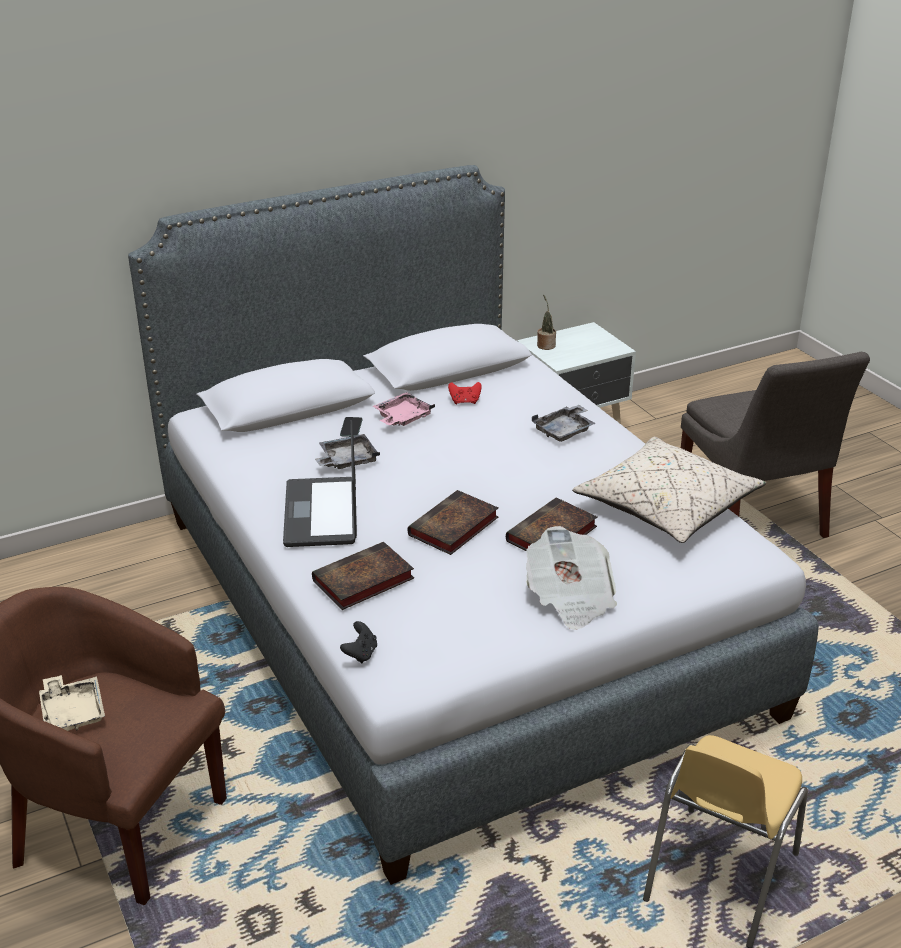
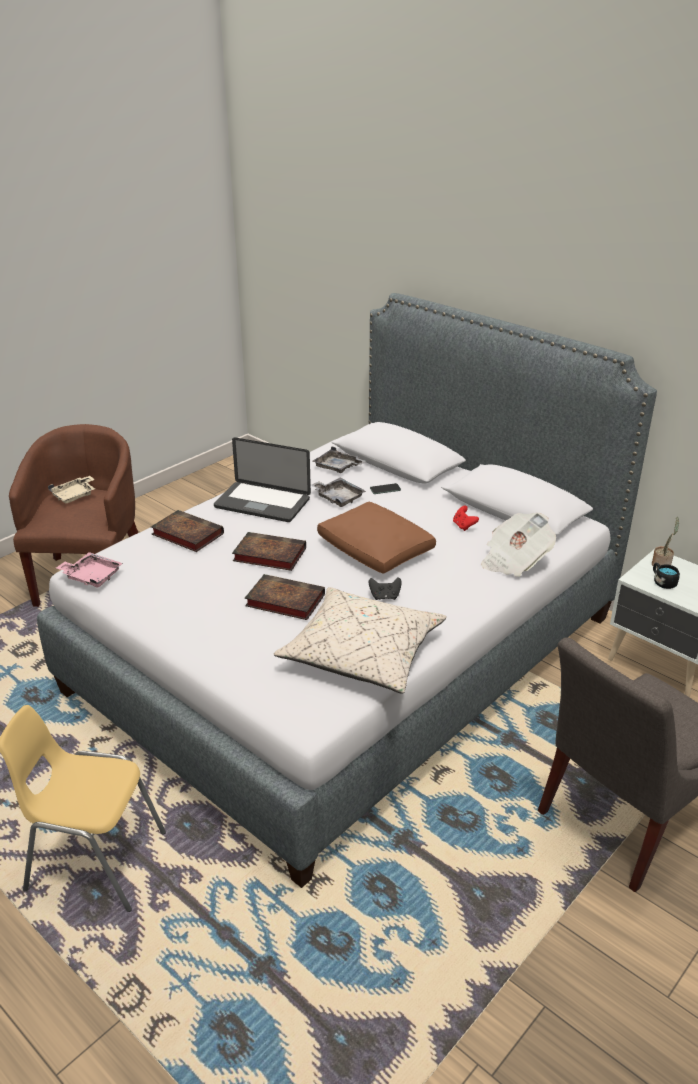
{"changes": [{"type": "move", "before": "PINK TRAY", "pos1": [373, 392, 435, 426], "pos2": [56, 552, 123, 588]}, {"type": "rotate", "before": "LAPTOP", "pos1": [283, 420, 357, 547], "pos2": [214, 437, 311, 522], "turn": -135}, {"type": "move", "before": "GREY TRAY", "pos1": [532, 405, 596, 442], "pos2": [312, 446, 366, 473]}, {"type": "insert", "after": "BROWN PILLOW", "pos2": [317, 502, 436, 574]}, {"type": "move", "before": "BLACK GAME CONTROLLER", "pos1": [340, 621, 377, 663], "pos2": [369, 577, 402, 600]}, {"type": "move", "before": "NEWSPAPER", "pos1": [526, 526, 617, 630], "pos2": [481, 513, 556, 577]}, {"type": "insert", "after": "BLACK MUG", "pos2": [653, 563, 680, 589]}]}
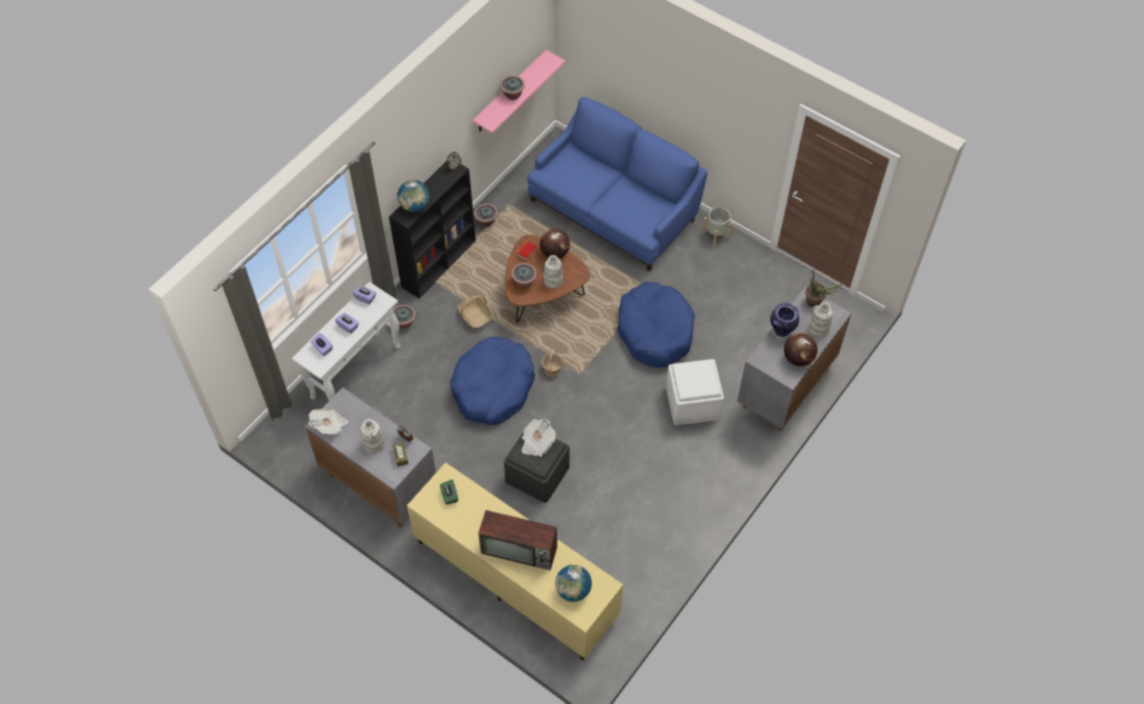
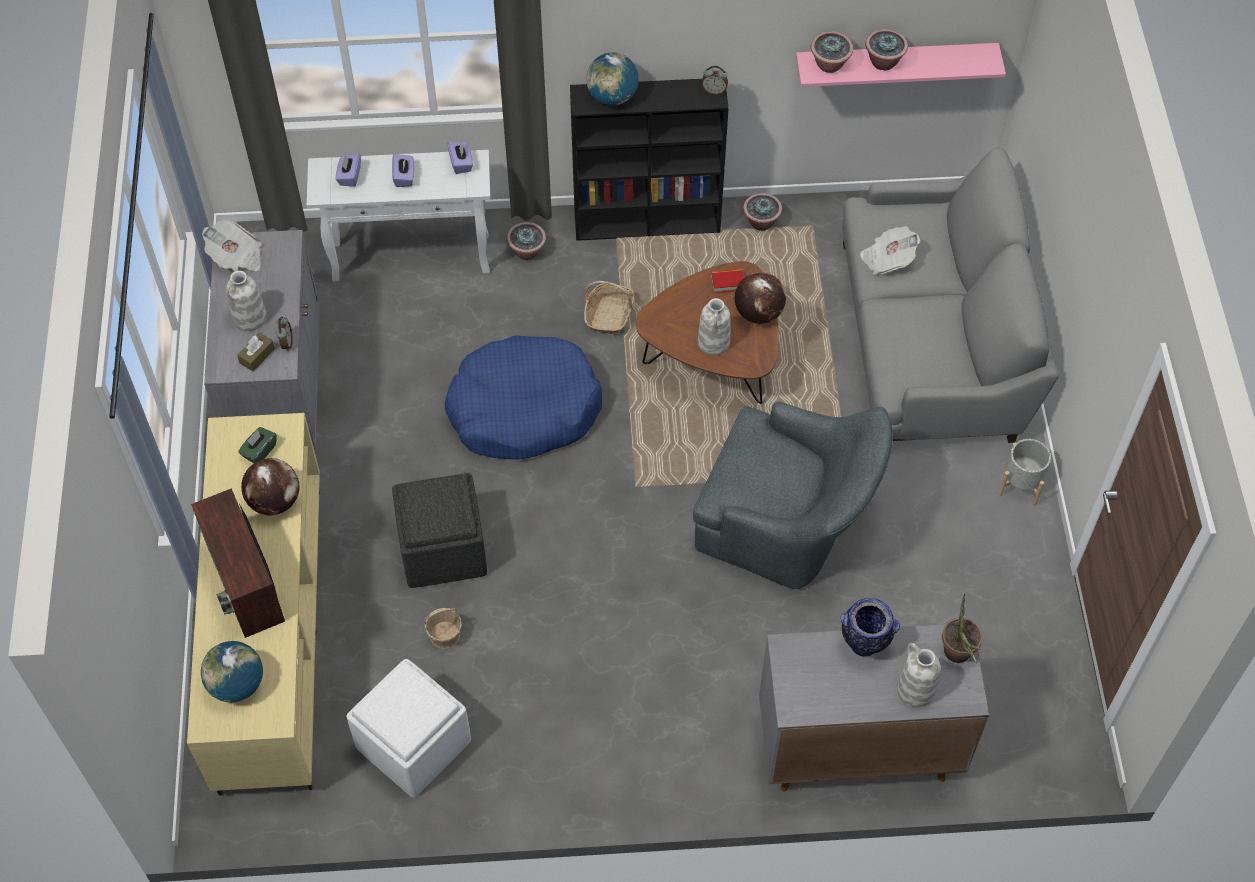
{"changes": [{"type": "move", "before": "GLOBE", "pos1": [784, 333, 818, 366], "pos2": [241, 458, 300, 516]}, {"type": "move", "before": "WHITE OTTOMAN", "pos1": [666, 359, 724, 425], "pos2": [346, 659, 471, 798]}, {"type": "move", "before": "BASKET", "pos1": [542, 349, 563, 377], "pos2": [424, 608, 462, 649]}, {"type": "replace", "before": "BLUE DOG BED", "after": "GREY ARMCHAIR", "pos1": [617, 282, 695, 368], "pos2": [693, 402, 893, 589]}, {"type": "move", "before": "POTTED PLANT", "pos1": [511, 263, 537, 287], "pos2": [811, 31, 854, 73]}, {"type": "recolor", "before": "BLUE SOFA", "after": "GREY SOFA", "pos1": [527, 97, 708, 272], "pos2": [842, 147, 1059, 443]}, {"type": "move", "before": "NEWSPAPER", "pos1": [522, 419, 556, 457], "pos2": [860, 226, 920, 275]}]}
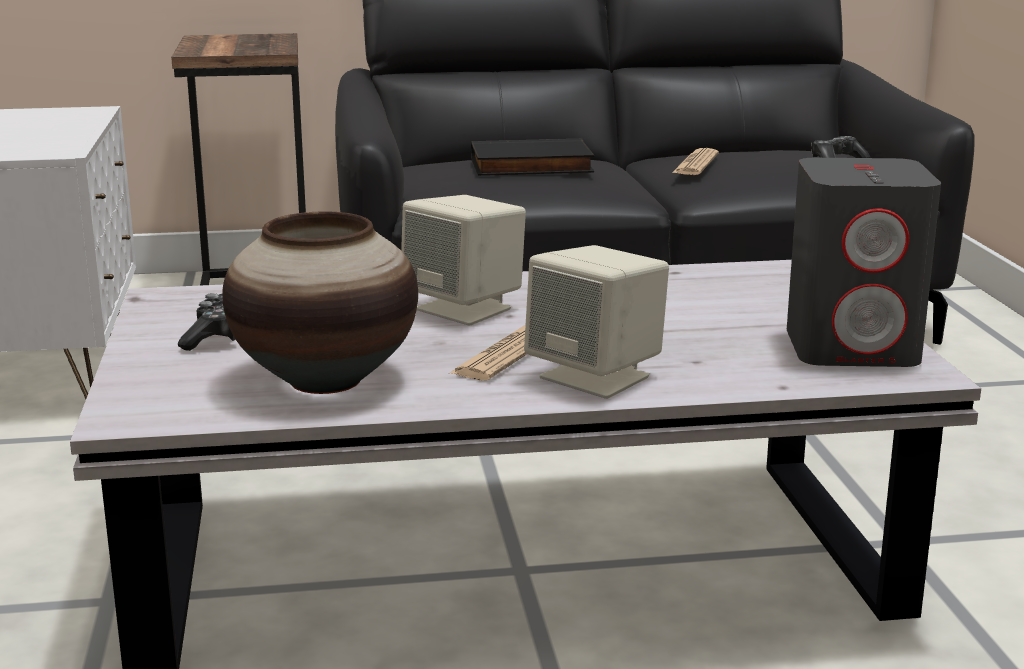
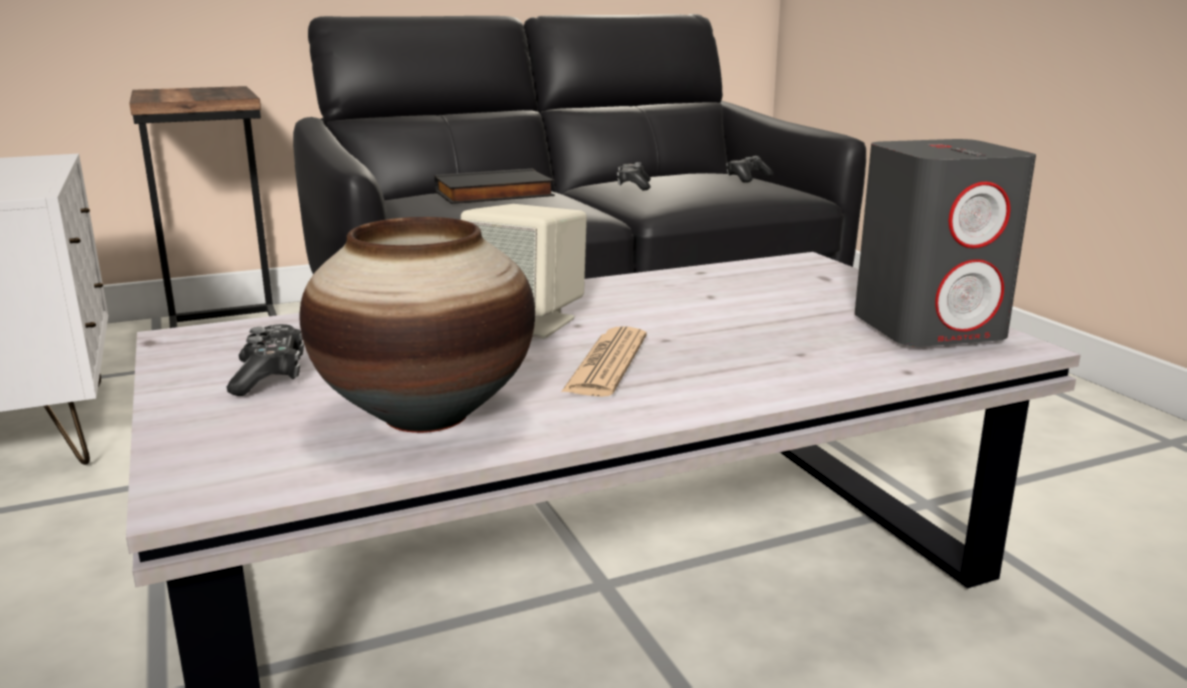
{"changes": [{"type": "replace", "before": "NEWSPAPER", "after": "GAME CONTROLLER", "pos1": [672, 148, 719, 175], "pos2": [617, 162, 651, 191]}, {"type": "delete", "before": "BEIGE SPEAKER", "pos1": [524, 245, 669, 399]}]}
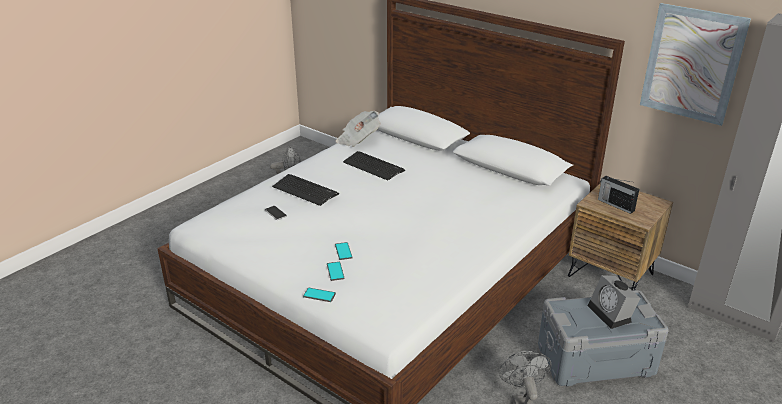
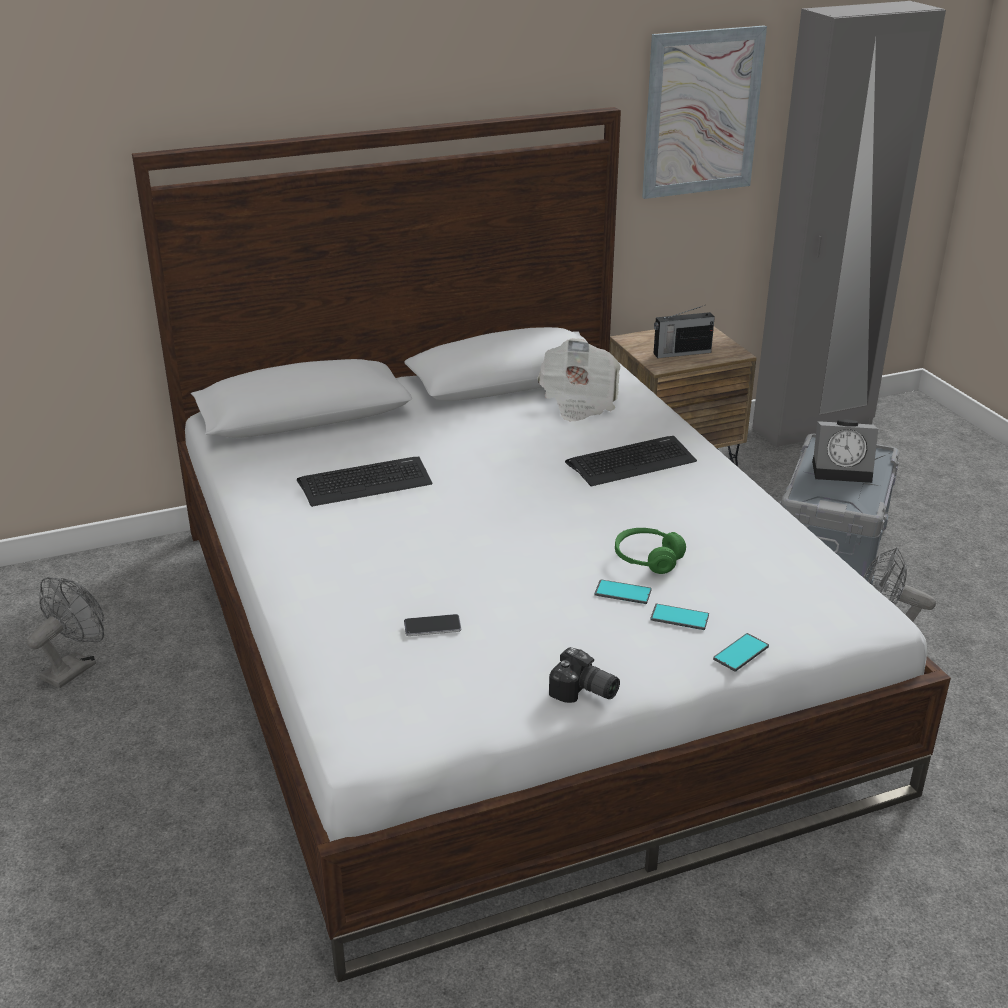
{"changes": [{"type": "move", "before": "NEWSPAPER", "pos1": [336, 111, 380, 147], "pos2": [538, 338, 620, 422]}, {"type": "insert", "after": "PHOTO CAMERA", "pos2": [549, 647, 620, 703]}, {"type": "move", "before": "KEYBOARD", "pos1": [272, 174, 339, 206], "pos2": [565, 436, 697, 487]}, {"type": "insert", "after": "GREEN HEADPHONES", "pos2": [615, 528, 686, 574]}]}
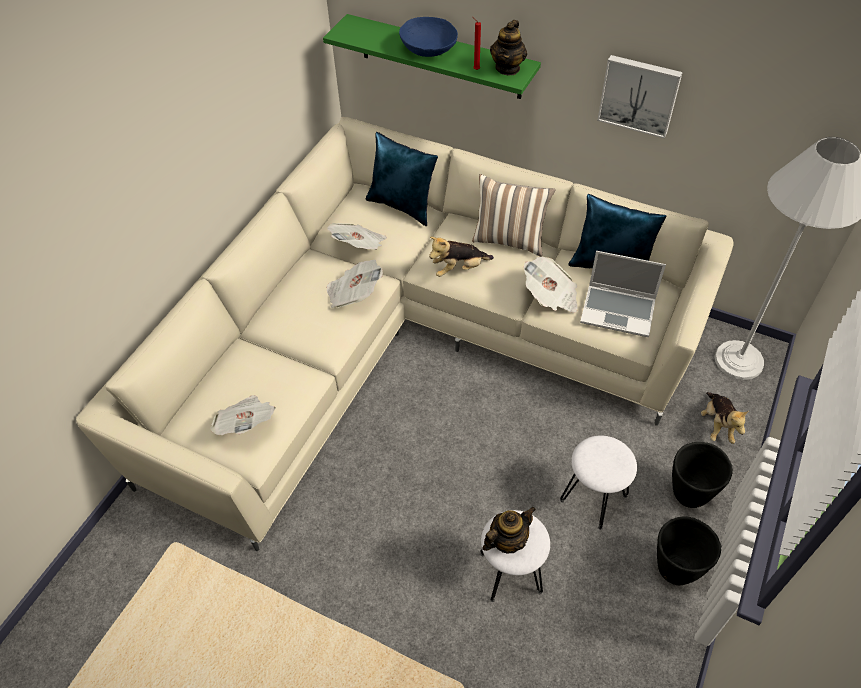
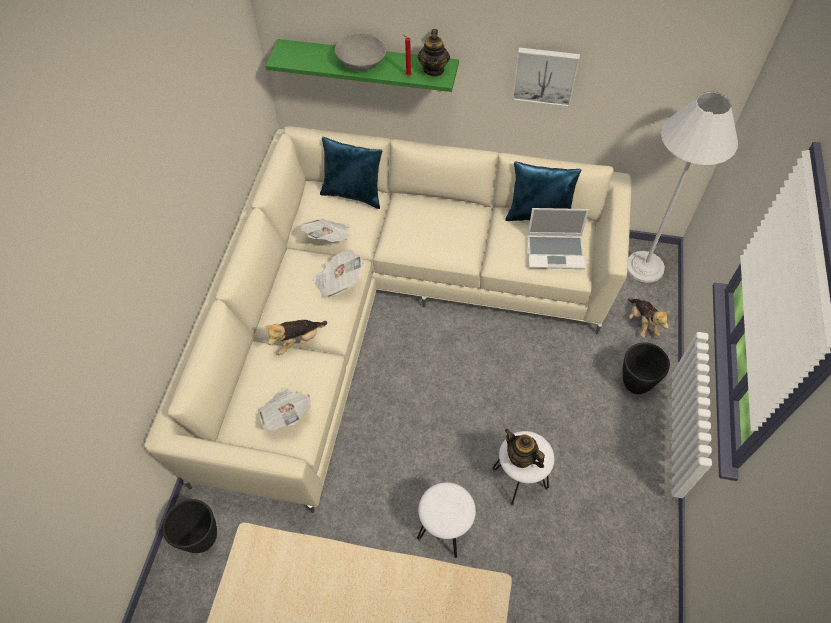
{"changes": [{"type": "move", "before": "BLACK PLANTER", "pos1": [657, 516, 721, 585], "pos2": [162, 499, 217, 553]}, {"type": "move", "before": "PLUSH TOY", "pos1": [429, 237, 494, 277], "pos2": [265, 320, 327, 355]}, {"type": "recolor", "before": "BLUE BOWL", "after": "GREY BOWL", "pos1": [399, 17, 458, 57], "pos2": [335, 33, 386, 71]}, {"type": "move", "before": "WHITE STOOL", "pos1": [560, 435, 637, 530], "pos2": [417, 482, 476, 558]}, {"type": "rotate", "before": "TEAPOT", "pos1": [482, 507, 536, 553], "pos2": [505, 429, 545, 468], "turn": -90}, {"type": "delete", "before": "PILLOW", "pos1": [472, 174, 555, 257]}, {"type": "delete", "before": "NEWSPAPER", "pos1": [523, 257, 577, 313]}]}
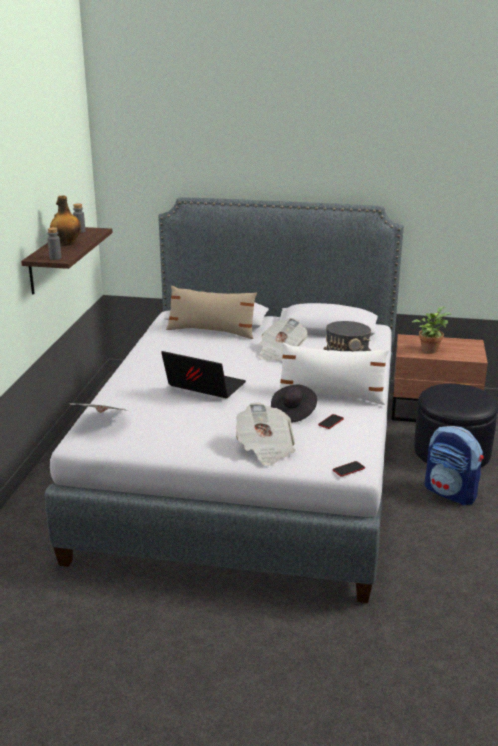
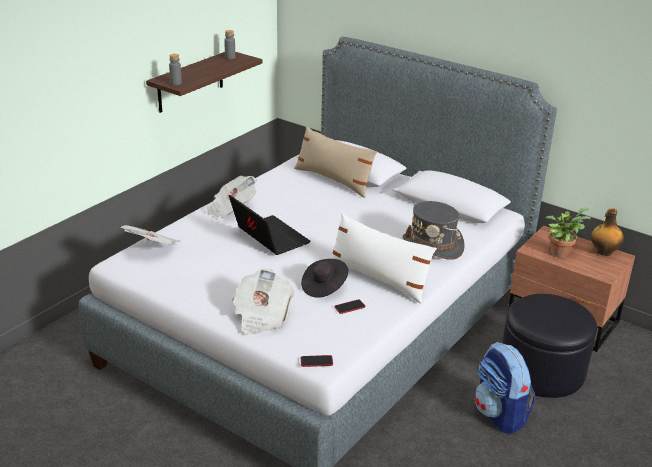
{"changes": [{"type": "move", "before": "NEWSPAPER", "pos1": [259, 318, 308, 361], "pos2": [204, 176, 257, 219]}, {"type": "move", "before": "BOTTLE", "pos1": [50, 196, 81, 246], "pos2": [591, 208, 624, 256]}]}
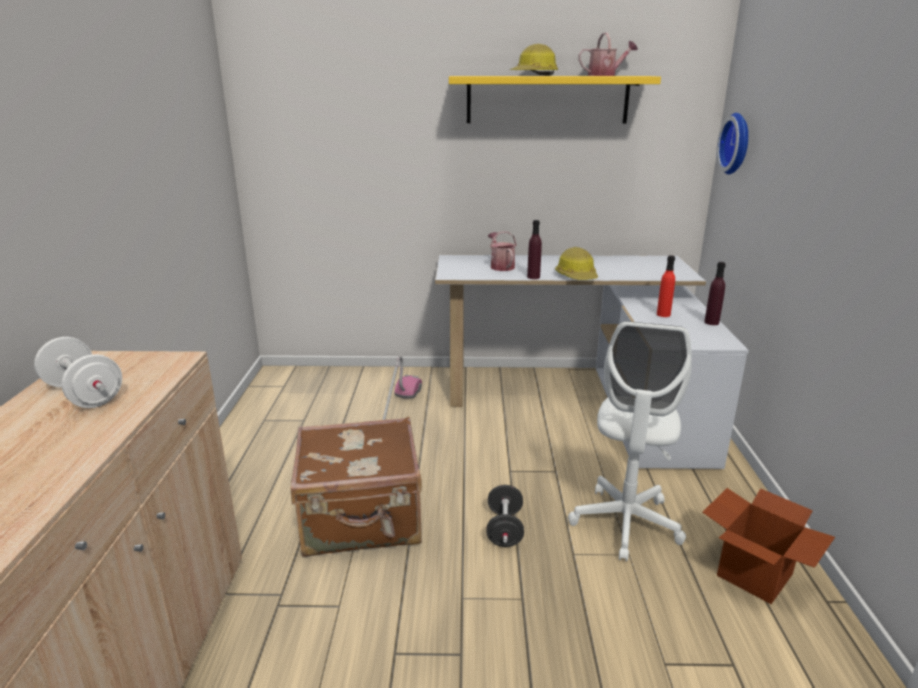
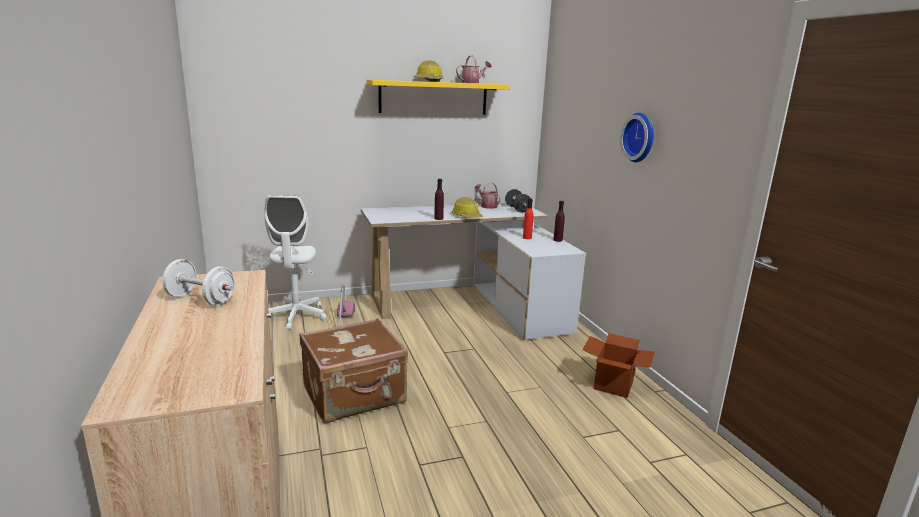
{"changes": [{"type": "move", "before": "WHITE OFFICE CHAIR", "pos1": [568, 321, 692, 561], "pos2": [265, 195, 327, 330]}, {"type": "move", "before": "WATERING CAN", "pos1": [488, 231, 517, 271], "pos2": [475, 183, 501, 209]}, {"type": "move", "before": "BLACK DUMBBELL", "pos1": [486, 485, 524, 547], "pos2": [505, 189, 531, 213]}, {"type": "move", "before": "WALL CLOCK", "pos1": [717, 113, 748, 174], "pos2": [620, 113, 654, 162]}]}
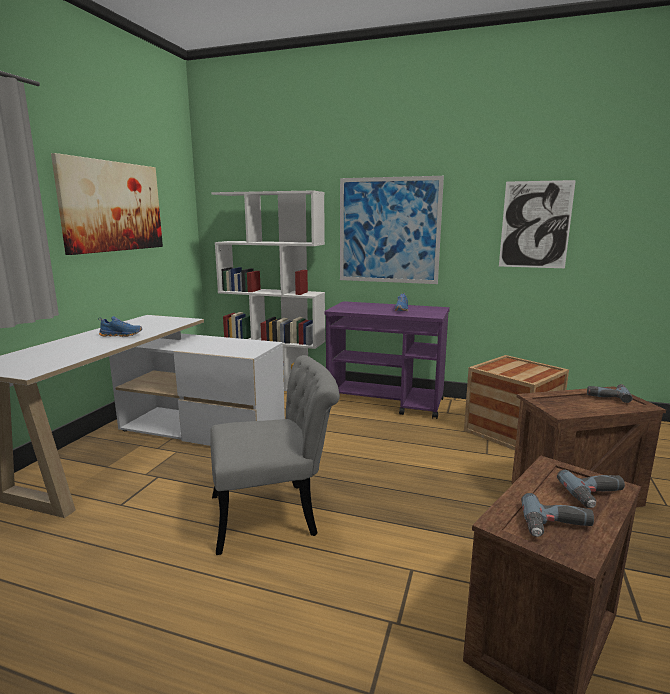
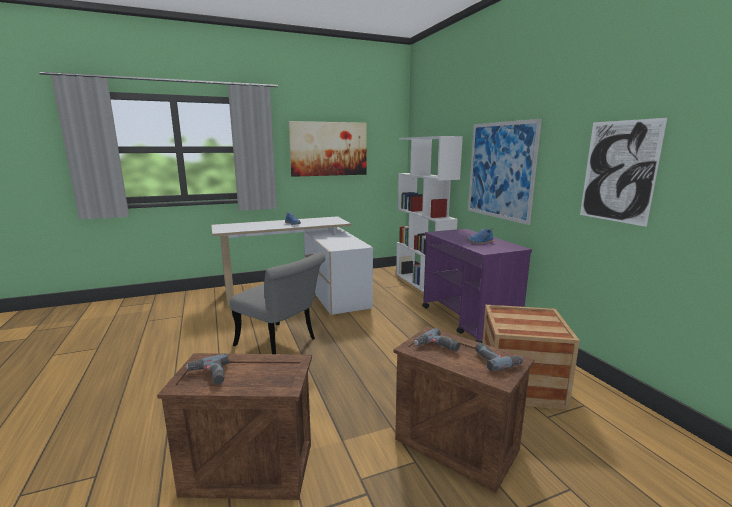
{"changes": [{"type": "move", "before": "POWER DRILL", "pos1": [557, 470, 625, 508], "pos2": [414, 328, 460, 351]}]}
